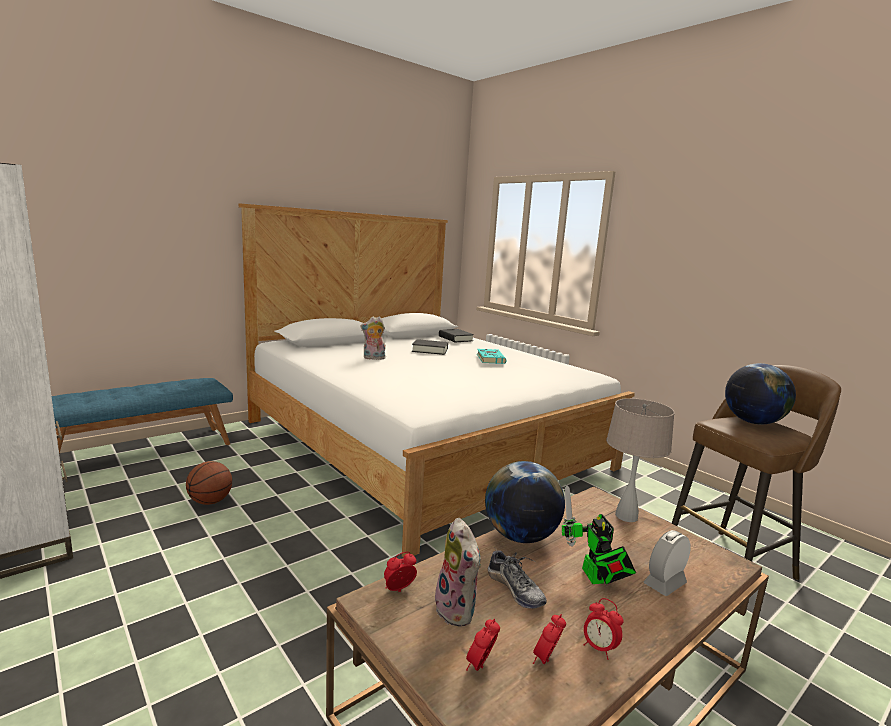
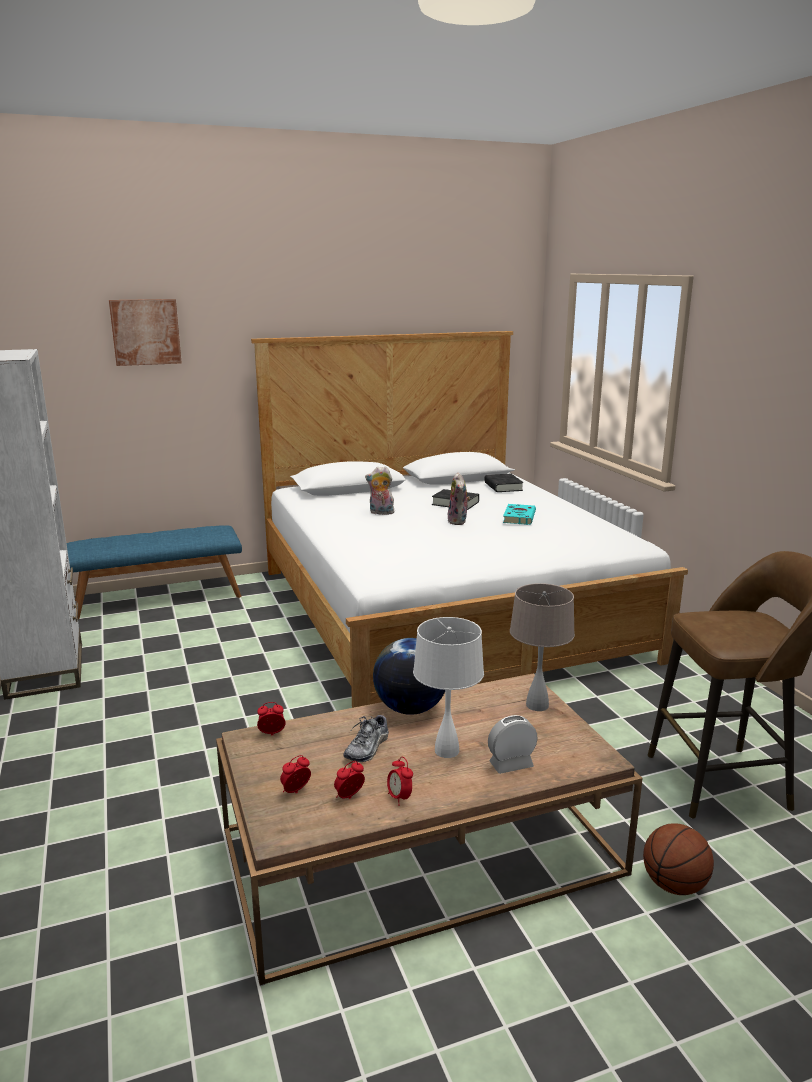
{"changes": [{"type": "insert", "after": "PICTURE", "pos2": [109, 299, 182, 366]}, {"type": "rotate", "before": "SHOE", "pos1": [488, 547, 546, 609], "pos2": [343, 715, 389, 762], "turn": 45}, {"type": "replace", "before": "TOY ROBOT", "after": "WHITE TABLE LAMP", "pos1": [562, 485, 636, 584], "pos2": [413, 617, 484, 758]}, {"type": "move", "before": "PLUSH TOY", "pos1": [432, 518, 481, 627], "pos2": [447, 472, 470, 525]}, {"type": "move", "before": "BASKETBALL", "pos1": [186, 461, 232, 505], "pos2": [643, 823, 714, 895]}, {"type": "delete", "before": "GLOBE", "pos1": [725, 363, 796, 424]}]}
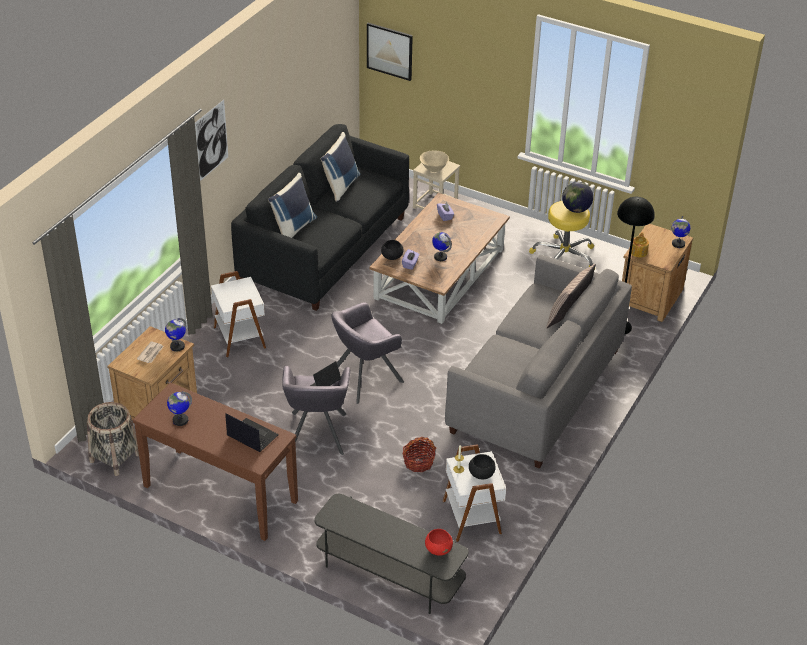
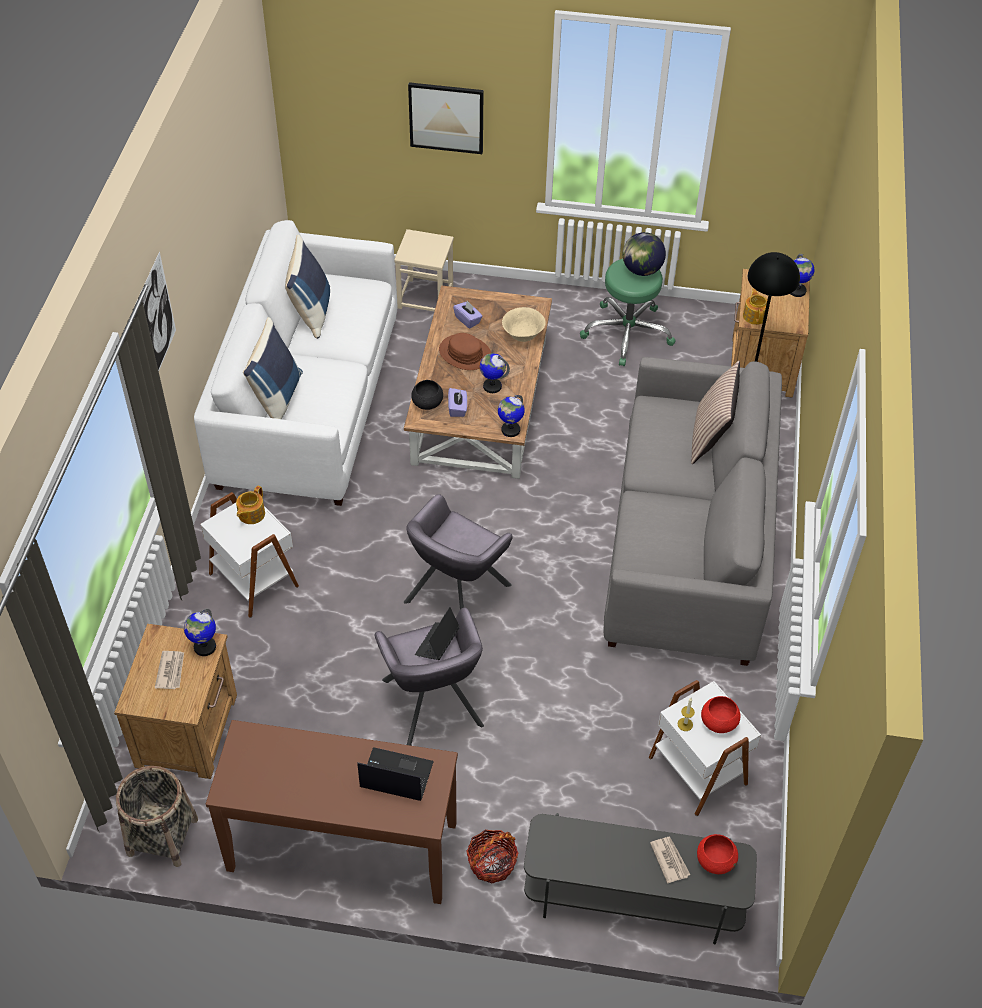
{"changes": [{"type": "recolor", "before": "BLACK SOFA", "after": "WHITE SOFA", "pos1": [231, 124, 409, 311], "pos2": [194, 220, 397, 506]}, {"type": "insert", "after": "TEAPOT", "pos2": [236, 486, 265, 524]}, {"type": "move", "before": "PICTURE", "pos1": [367, 23, 413, 81], "pos2": [408, 82, 484, 154]}, {"type": "insert", "after": "BROWN HAT", "pos2": [439, 333, 491, 370]}, {"type": "move", "before": "BASKET", "pos1": [402, 437, 436, 472], "pos2": [466, 830, 519, 884]}, {"type": "move", "before": "GLOBE", "pos1": [167, 391, 192, 426], "pos2": [498, 395, 525, 437]}, {"type": "move", "before": "BEIGE BOWL", "pos1": [420, 150, 449, 172], "pos2": [502, 307, 545, 342]}, {"type": "recolor", "before": "YELLOW STOOL", "after": "GREEN STOOL", "pos1": [529, 201, 595, 270], "pos2": [580, 259, 676, 366]}, {"type": "insert", "after": "NEWSPAPER", "pos2": [650, 836, 690, 883]}, {"type": "recolor", "before": "BLACK BOWL", "after": "RED BOWL", "pos1": [469, 454, 496, 479], "pos2": [701, 696, 741, 733]}]}
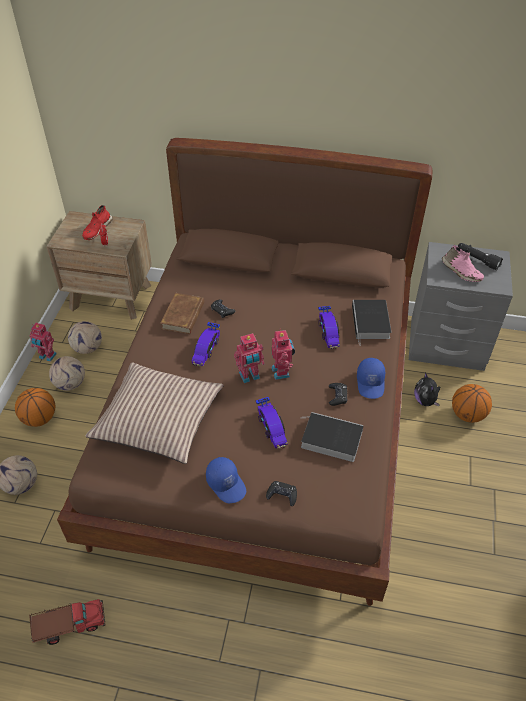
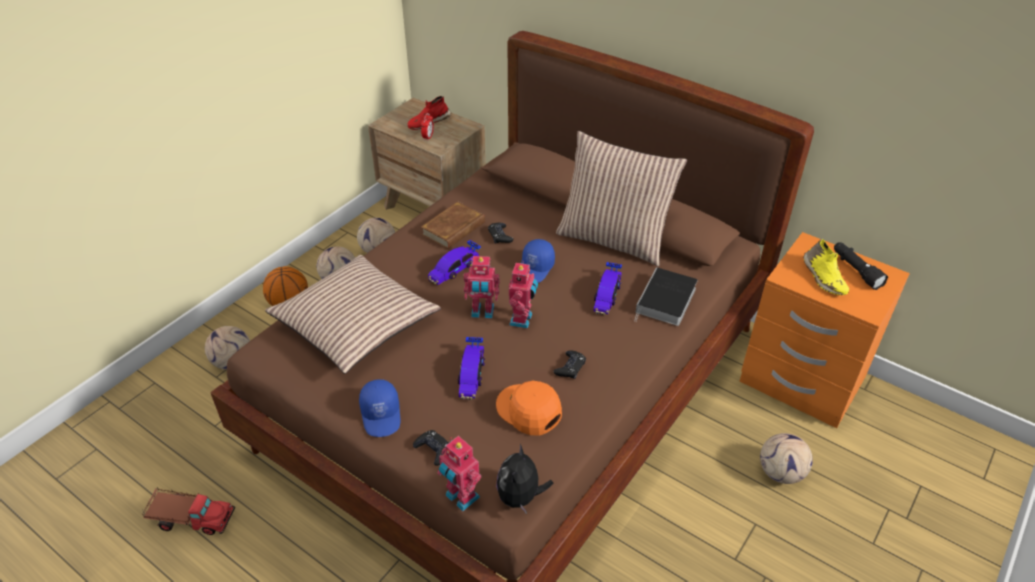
{"changes": [{"type": "move", "before": "TOY ROBOT", "pos1": [30, 323, 57, 362], "pos2": [437, 436, 481, 511]}, {"type": "replace", "before": "BOOK", "after": "ORANGE CAP", "pos1": [301, 412, 364, 462], "pos2": [496, 380, 562, 436]}, {"type": "move", "before": "PLUSH TOY", "pos1": [414, 372, 440, 406], "pos2": [496, 444, 553, 514]}, {"type": "move", "before": "BLUE CAP", "pos1": [357, 358, 385, 399], "pos2": [521, 239, 555, 283]}, {"type": "insert", "after": "PILLOW", "pos2": [556, 131, 687, 266]}, {"type": "recolor", "before": "GREY NIGHTSTAND", "after": "ORANGE NIGHTSTAND", "pos1": [409, 242, 513, 371], "pos2": [740, 232, 910, 428]}, {"type": "replace", "before": "BASKETBALL", "after": "FOOTBALL", "pos1": [452, 384, 492, 423], "pos2": [760, 433, 813, 484]}, {"type": "recolor", "before": "PINK SHOE", "after": "YELLOW SHOE", "pos1": [442, 245, 484, 282], "pos2": [803, 239, 849, 295]}]}
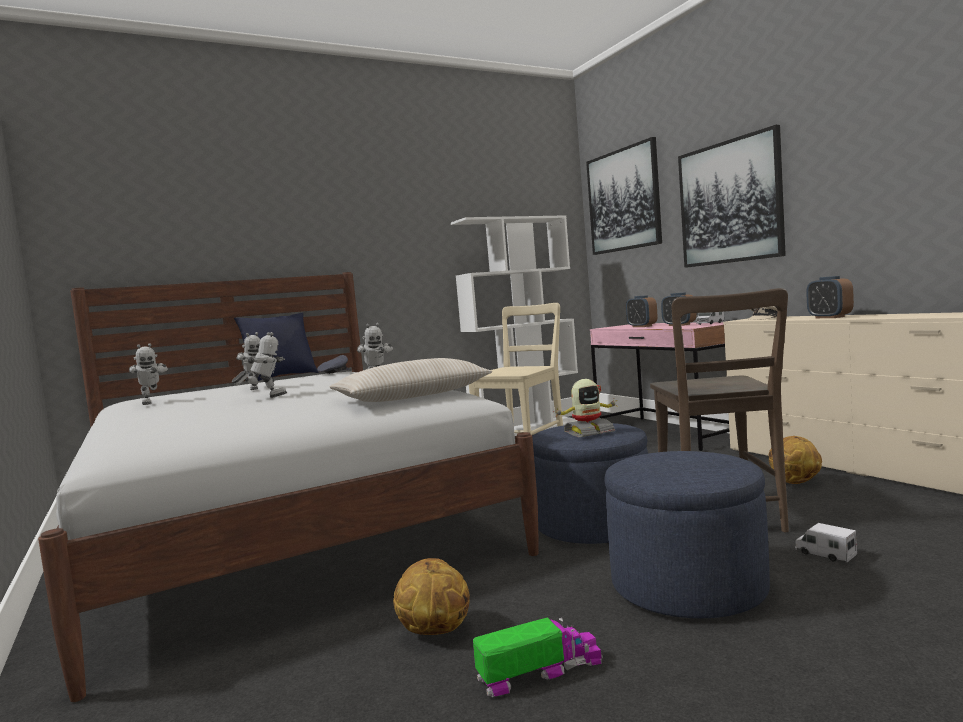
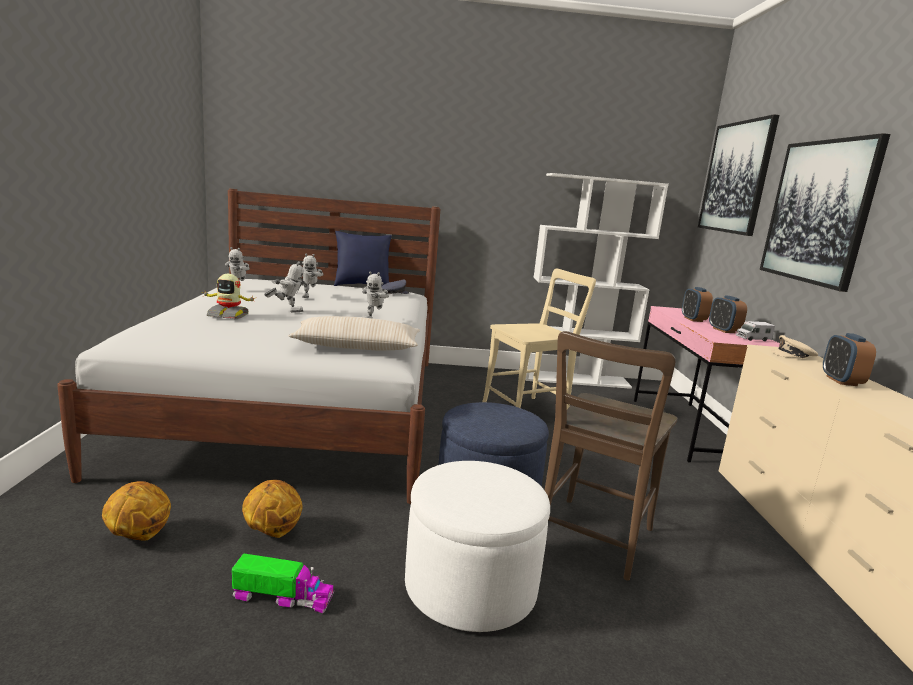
{"changes": [{"type": "move", "before": "BASKETBALL", "pos1": [769, 436, 822, 484], "pos2": [102, 481, 171, 540]}, {"type": "move", "before": "TOY ROBOT", "pos1": [556, 379, 619, 437], "pos2": [202, 274, 255, 319]}, {"type": "recolor", "before": "BLUE OTTOMAN", "after": "WHITE OTTOMAN", "pos1": [604, 451, 770, 618], "pos2": [405, 461, 550, 632]}, {"type": "delete", "before": "TOY TRUCK", "pos1": [795, 523, 857, 563]}]}
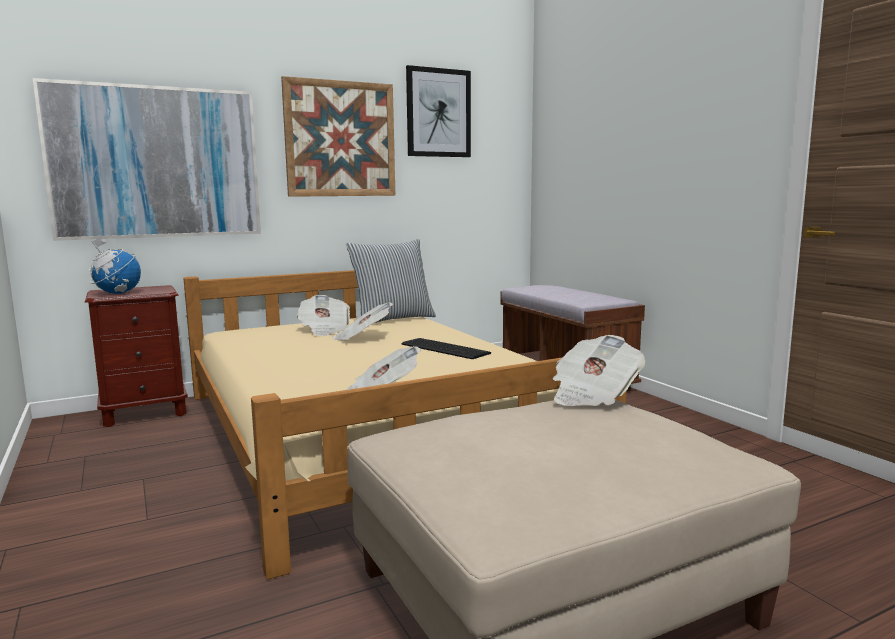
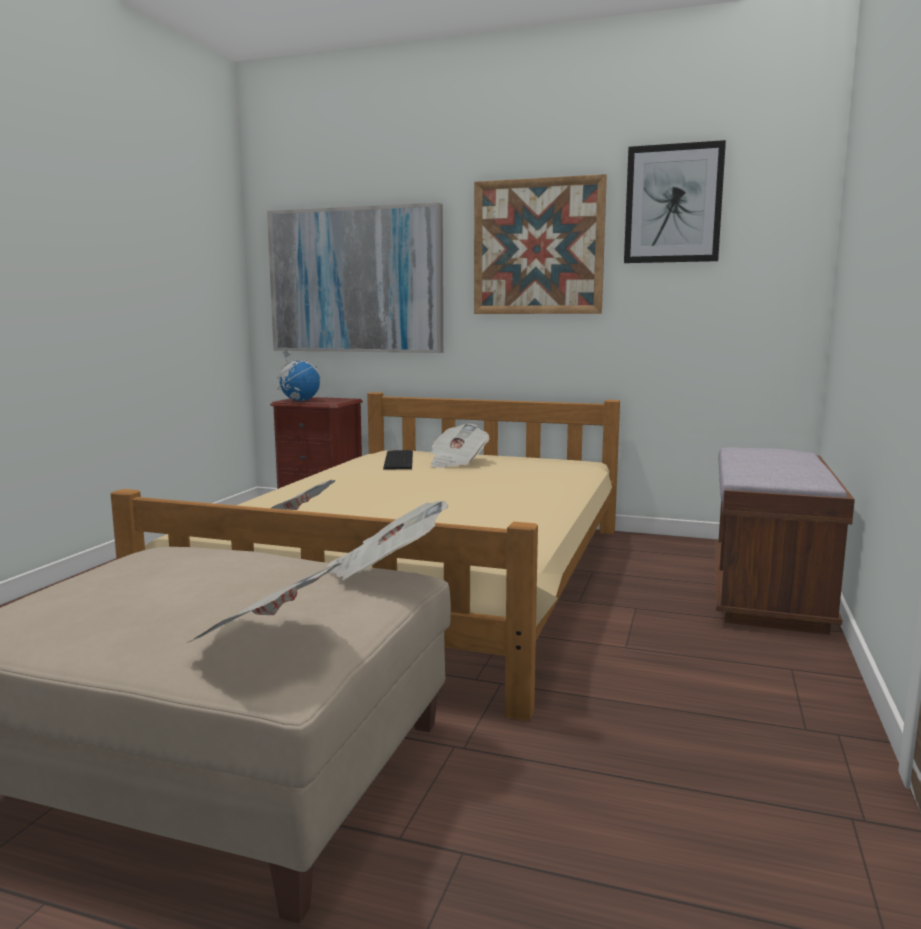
{"changes": [{"type": "move", "before": "NEWSPAPER", "pos1": [332, 302, 393, 341], "pos2": [187, 563, 341, 643]}, {"type": "move", "before": "KEYBOARD", "pos1": [402, 338, 491, 359], "pos2": [383, 450, 413, 470]}, {"type": "delete", "before": "PILLOW", "pos1": [346, 239, 436, 323]}]}
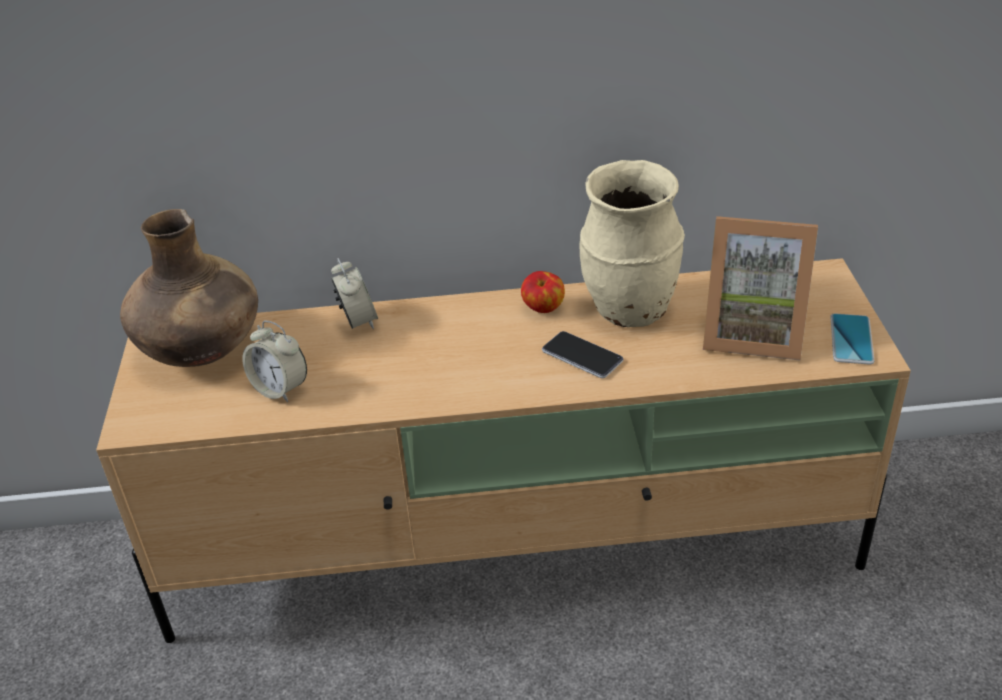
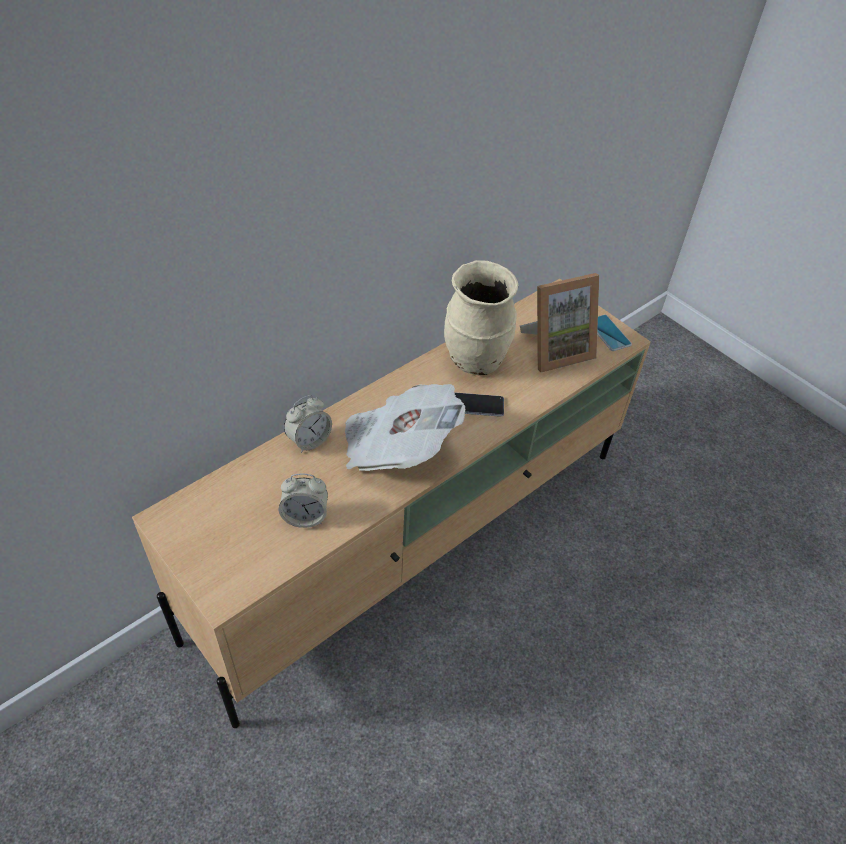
{"changes": [{"type": "rotate", "before": "ALARM CLOCK", "pos1": [331, 258, 378, 329], "pos2": [284, 395, 332, 453], "turn": 105}, {"type": "insert", "after": "NEWSPAPER", "pos2": [345, 384, 465, 471]}, {"type": "delete", "before": "BROWN VASE", "pos1": [120, 209, 258, 367]}, {"type": "delete", "before": "APPLE", "pos1": [521, 271, 565, 313]}]}
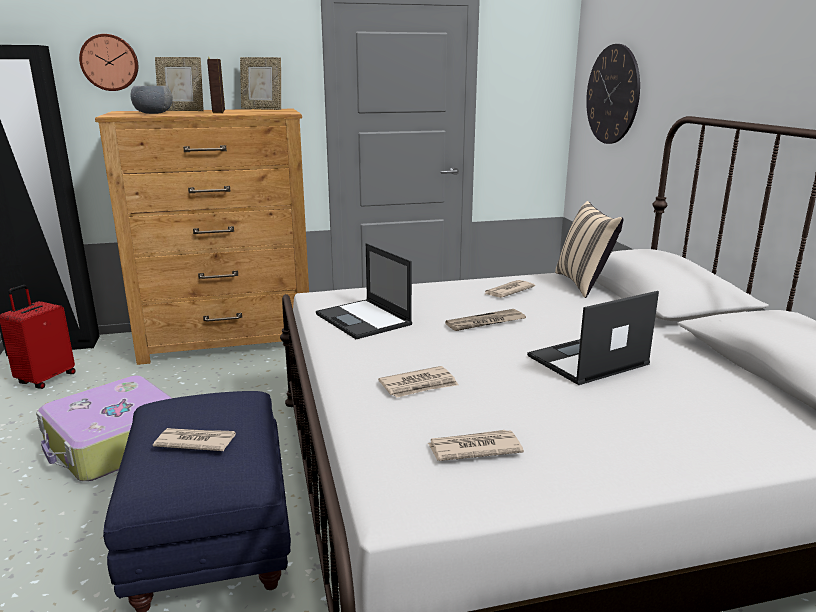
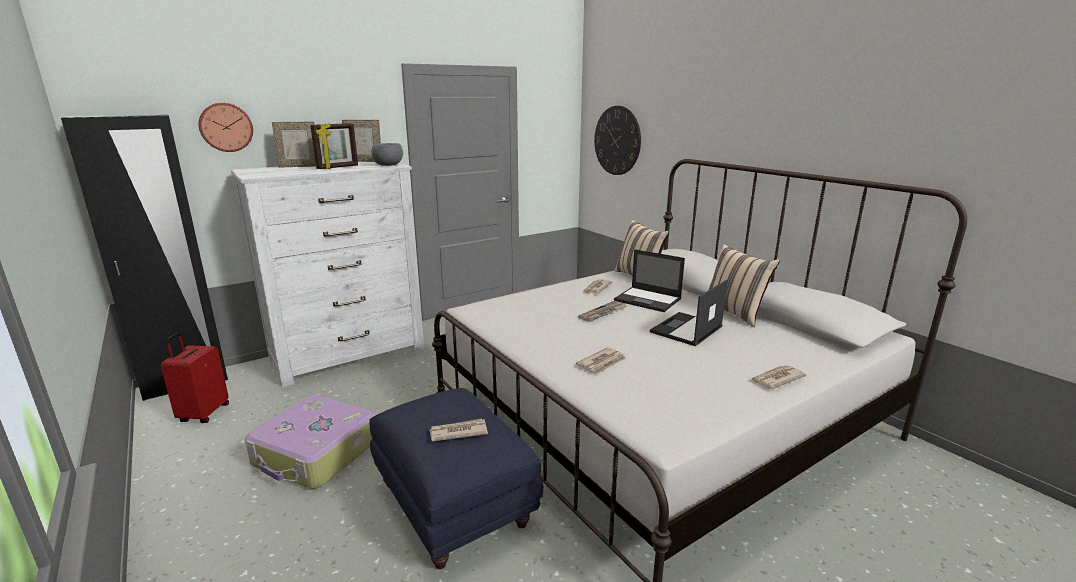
{"changes": [{"type": "recolor", "before": "BROWN DRESSER", "after": "WHITE DRESSER", "pos1": [95, 109, 309, 365], "pos2": [231, 162, 424, 387]}, {"type": "rotate", "before": "PICTURE FRAME", "pos1": [207, 57, 225, 113], "pos2": [310, 123, 358, 169], "turn": -105}, {"type": "move", "before": "GREY BOWL", "pos1": [130, 86, 173, 114], "pos2": [371, 143, 403, 166]}, {"type": "move", "before": "LAPTOP", "pos1": [316, 243, 412, 339], "pos2": [614, 249, 685, 312]}, {"type": "insert", "after": "BEIGE PILLOW", "pos2": [708, 244, 780, 327]}, {"type": "move", "before": "NEWSPAPER", "pos1": [428, 430, 524, 461], "pos2": [751, 365, 807, 389]}]}
